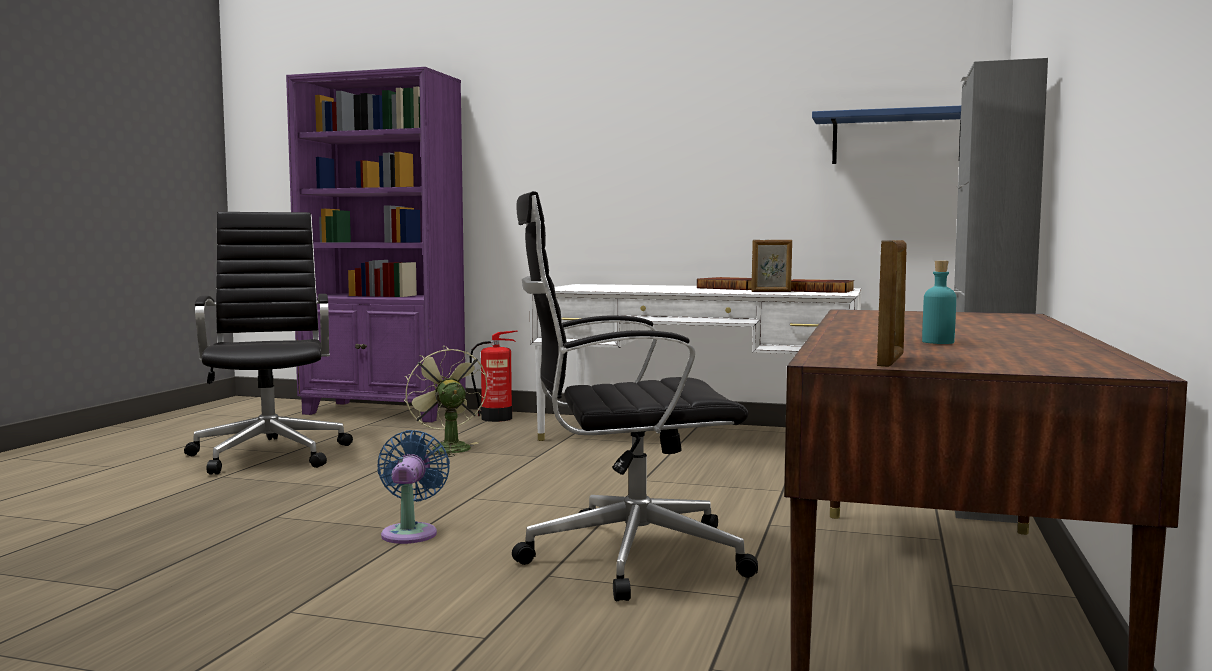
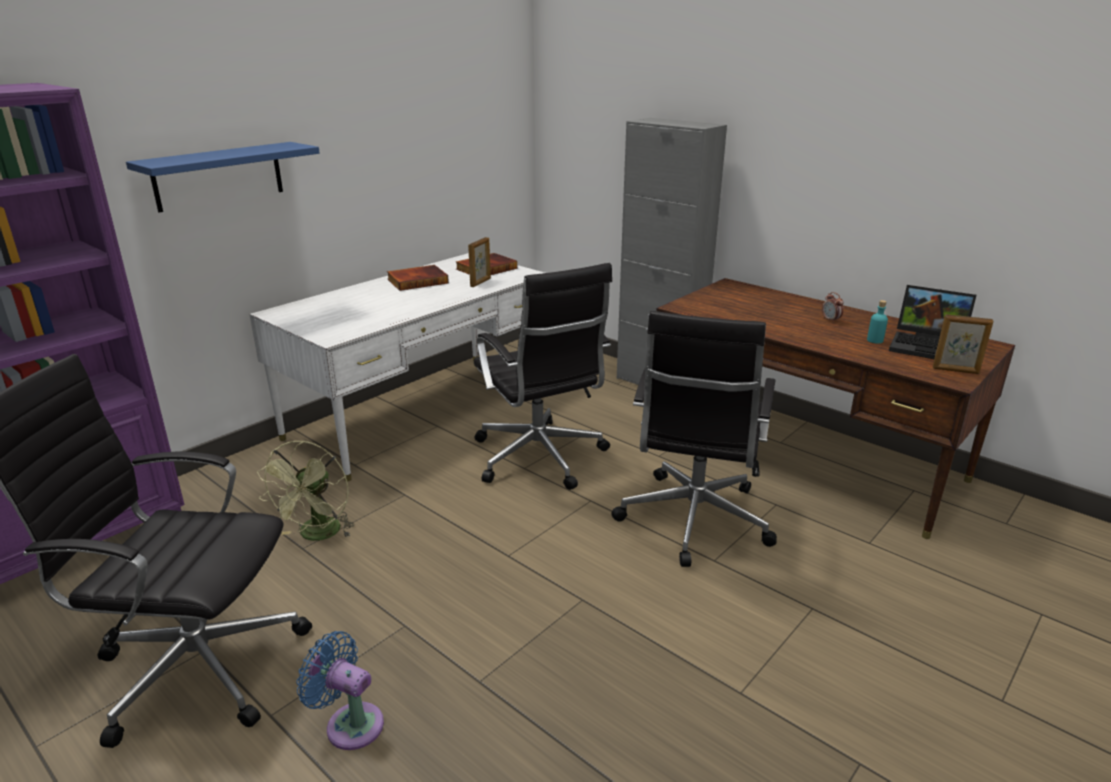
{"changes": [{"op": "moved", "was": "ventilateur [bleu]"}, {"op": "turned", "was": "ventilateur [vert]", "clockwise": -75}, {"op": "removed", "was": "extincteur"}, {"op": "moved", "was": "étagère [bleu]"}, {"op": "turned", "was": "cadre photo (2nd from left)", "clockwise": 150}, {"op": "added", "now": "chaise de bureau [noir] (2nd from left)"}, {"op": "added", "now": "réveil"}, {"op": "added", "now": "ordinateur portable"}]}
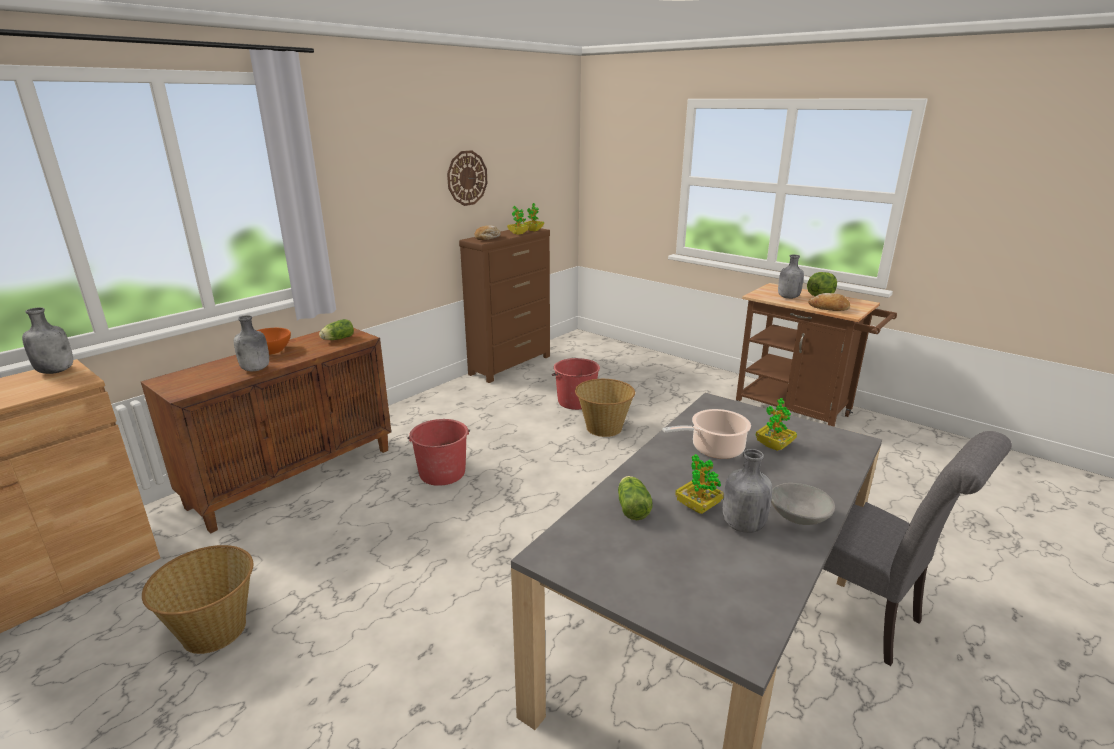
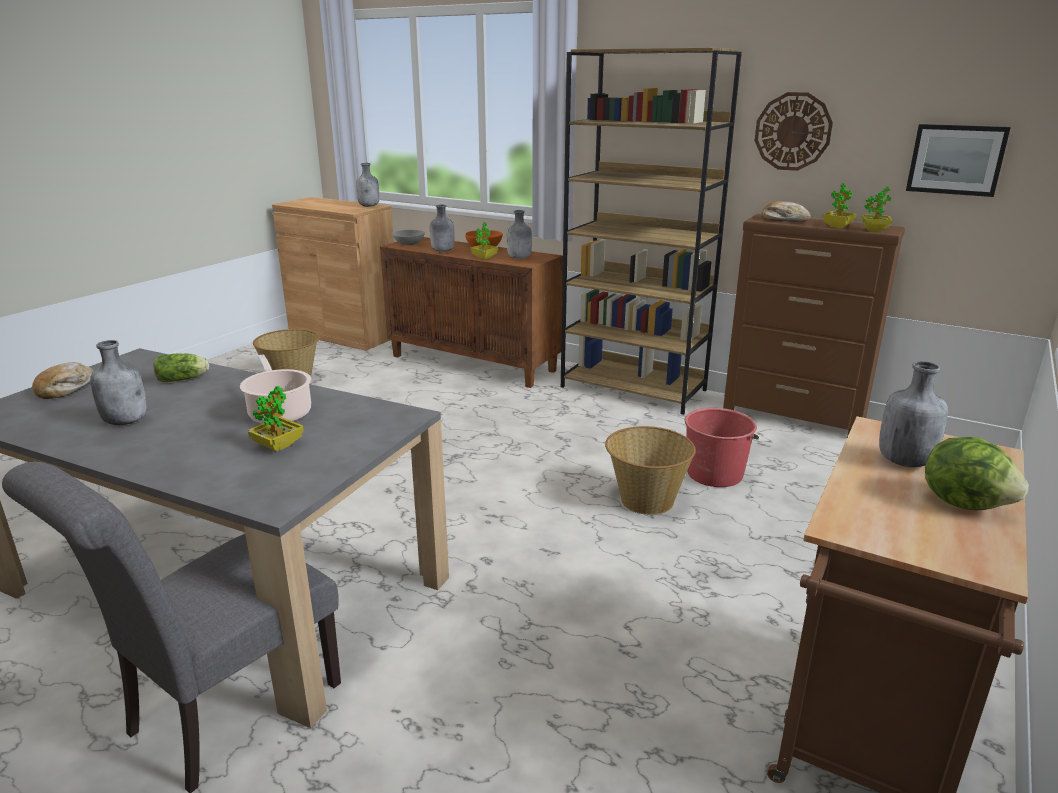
{"changes": [{"op": "replaced", "was": "laitue (1st from left)", "now": "bouteille [gris] (4th from left)"}, {"op": "removed", "was": "seau [rouge] (1st from left)"}, {"op": "moved", "was": "plante en pot (3rd from left in the first image)", "now": "plante en pot (2nd from left)"}, {"op": "moved", "was": "bol [gris]"}, {"op": "moved", "was": "pain (2nd from left in the first image)", "now": "pain (1st from left)"}, {"op": "added", "now": "bibliothèque [marron]"}, {"op": "added", "now": "tableau"}]}
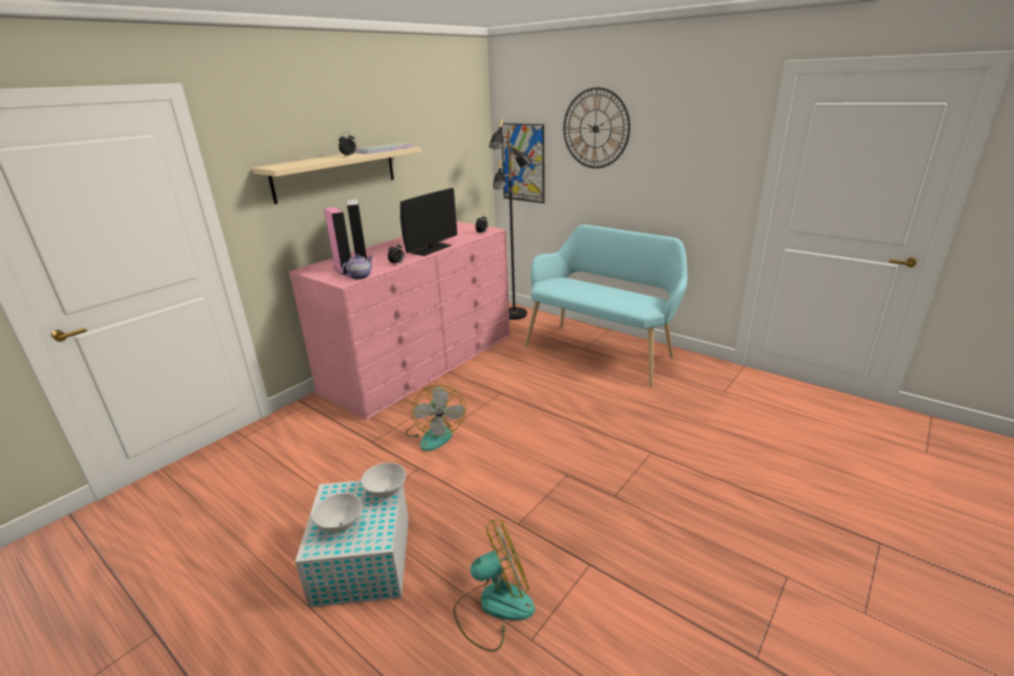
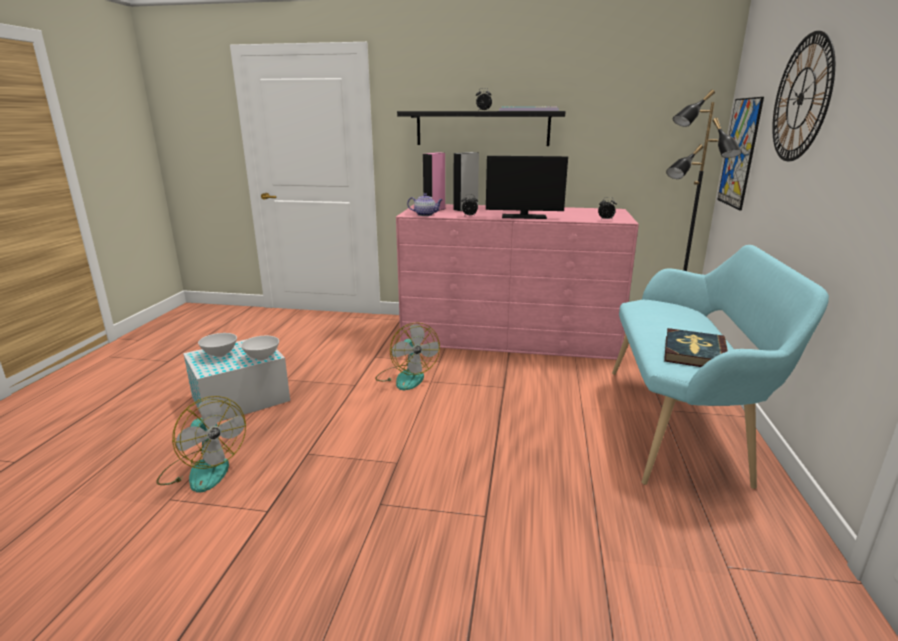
{"changes": [{"op": "recoloured", "was": "étagère [beige]", "now": "étagère [noir]"}, {"op": "turned", "was": "ventilateur (1st from left in the first image)", "clockwise": -75}, {"op": "added", "now": "livre"}]}
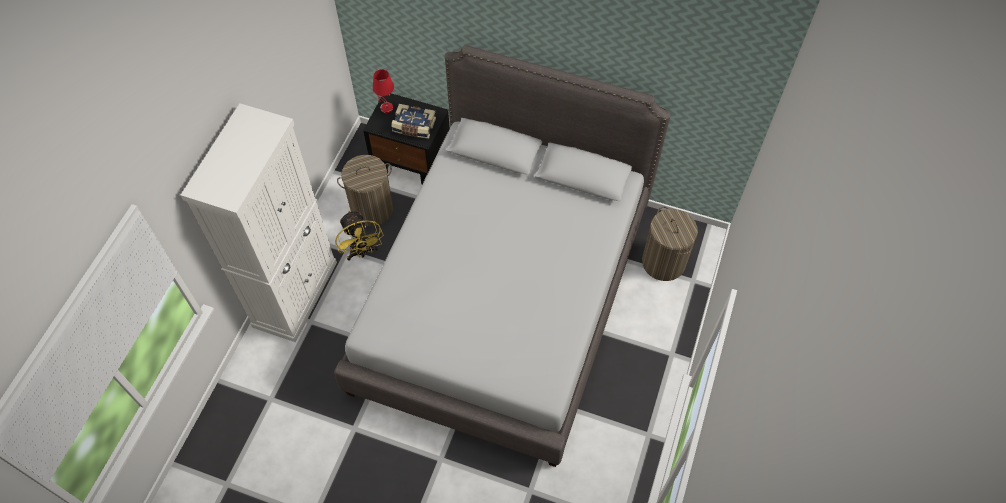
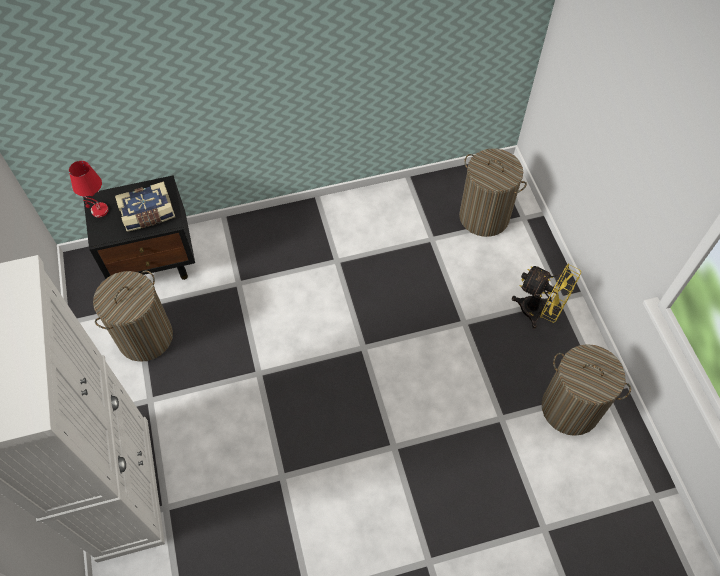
{"changes": [{"op": "removed", "was": "lit [gris]"}, {"op": "moved", "was": "ventilateur [jaune]"}, {"op": "added", "now": "panier à linge (3rd from left)"}]}
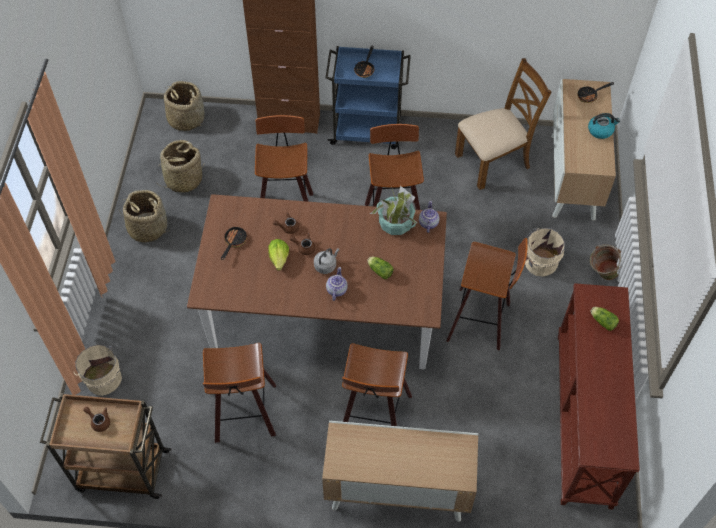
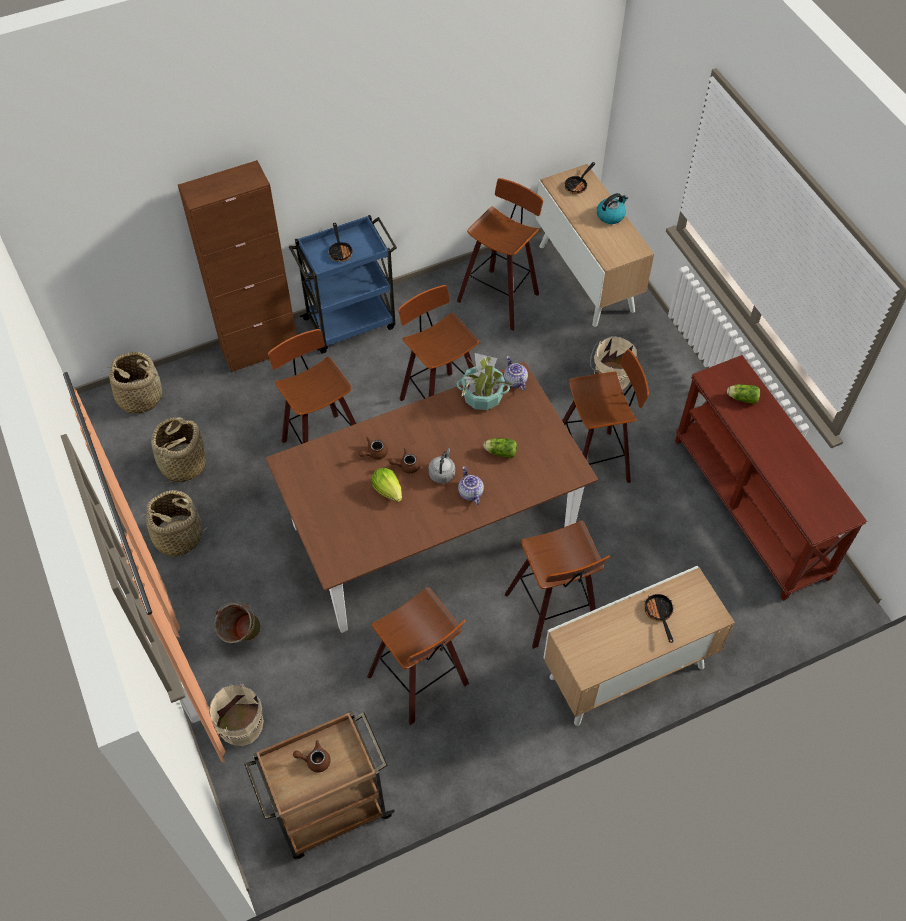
{"changes": [{"op": "moved", "was": "poêle (1st from left in the first image)", "now": "poêle (3rd from left)"}, {"op": "replaced", "was": "chaise [marron]", "now": "tabouret (4th from left)"}, {"op": "moved", "was": "seau [vert]"}]}
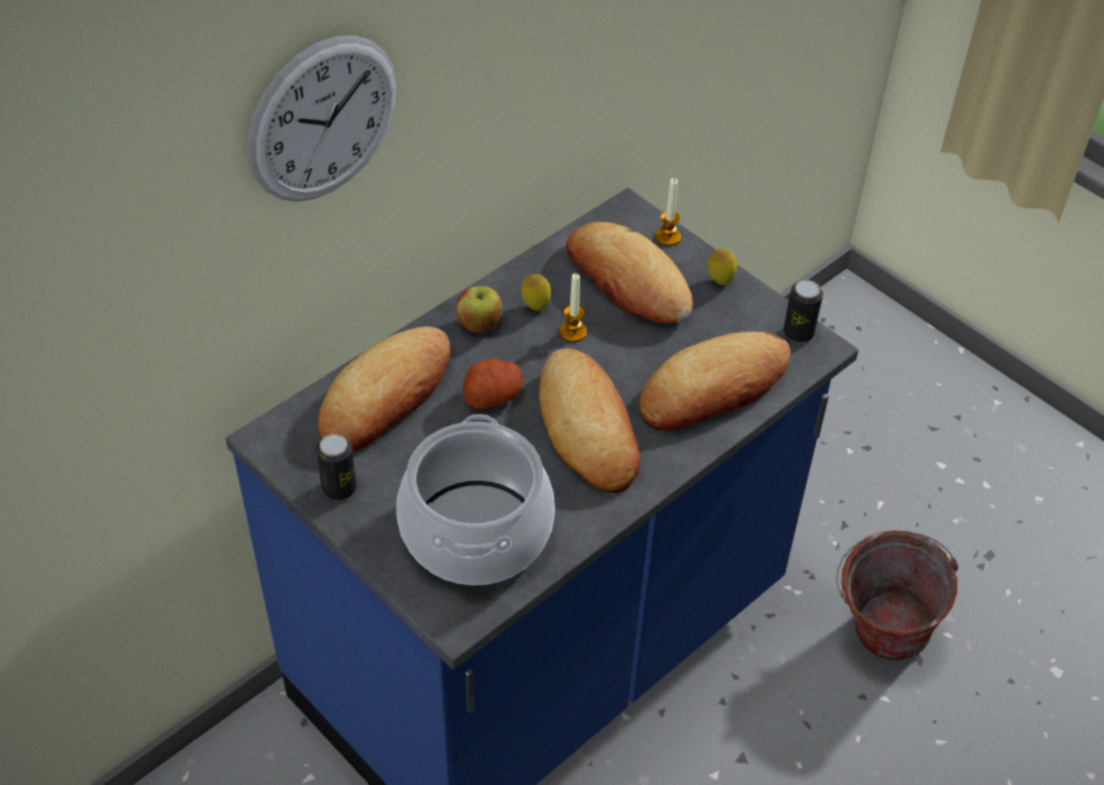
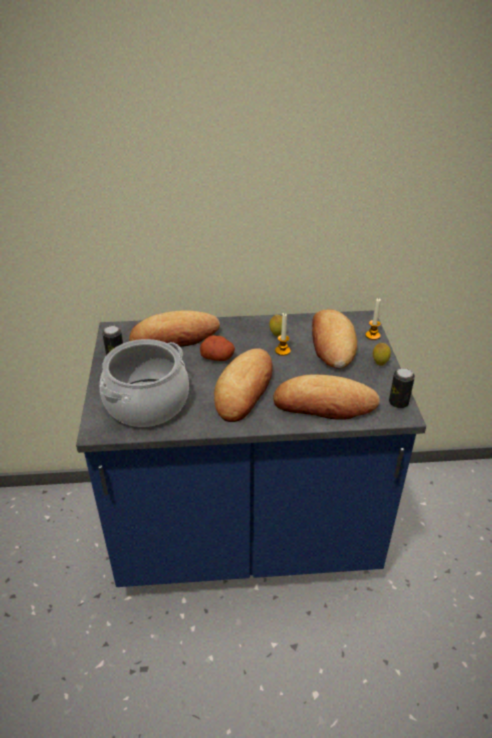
{"changes": [{"op": "removed", "was": "horloge murale"}, {"op": "removed", "was": "pomme"}, {"op": "removed", "was": "seau"}]}
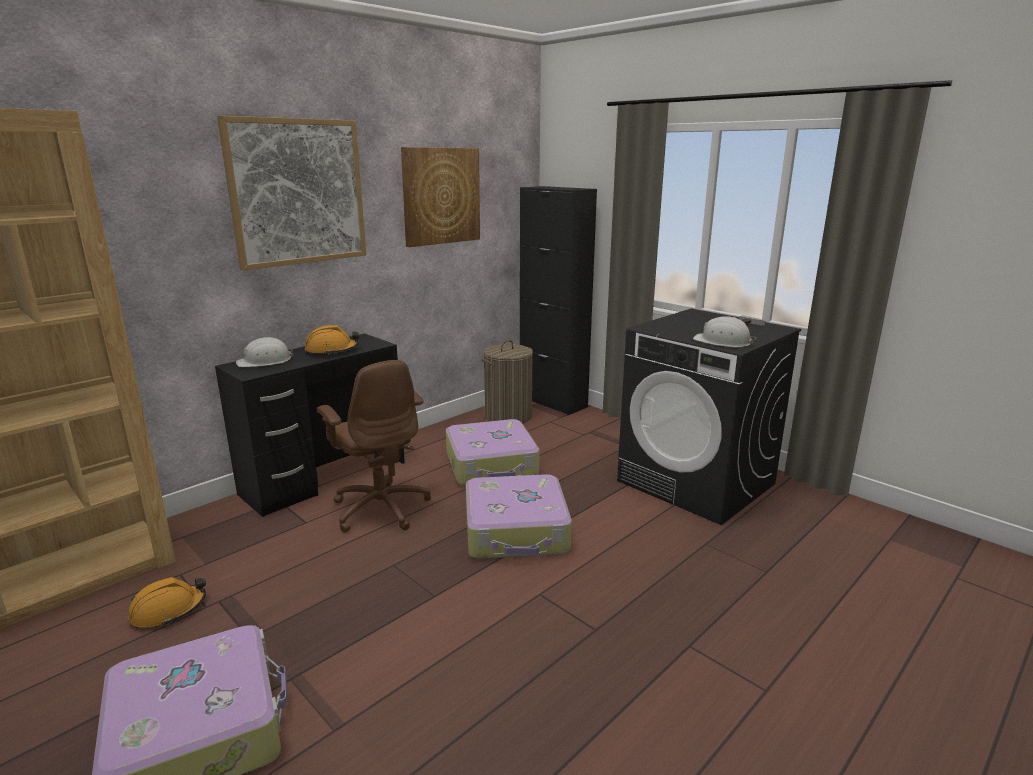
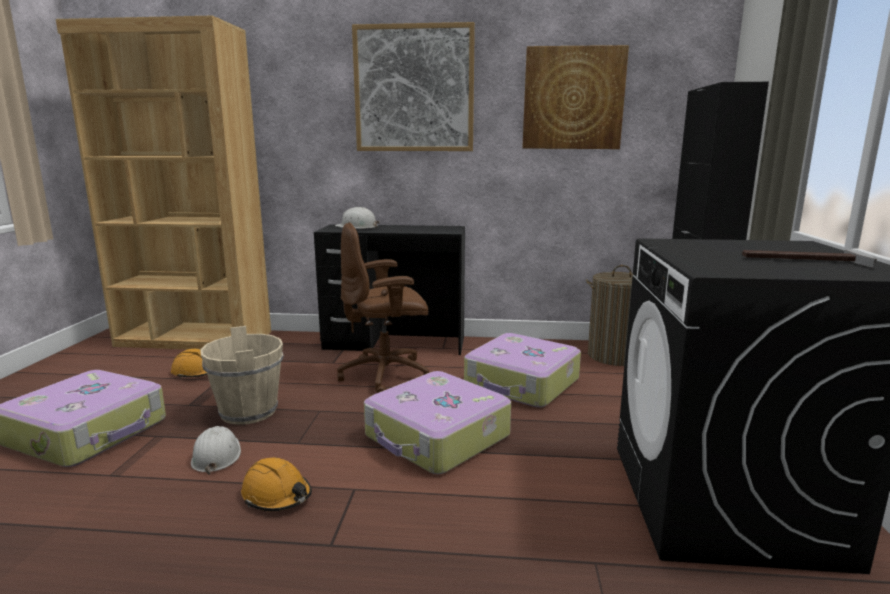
{"changes": [{"op": "moved", "was": "casque de chantier [orange] (2nd from left)"}, {"op": "turned", "was": "chaise de bureau [marron]", "clockwise": 60}, {"op": "moved", "was": "casque de chantier [blanc] (2nd from left in the first image)", "now": "casque de chantier [blanc] (1st from left)"}, {"op": "added", "now": "seau [beige]"}]}
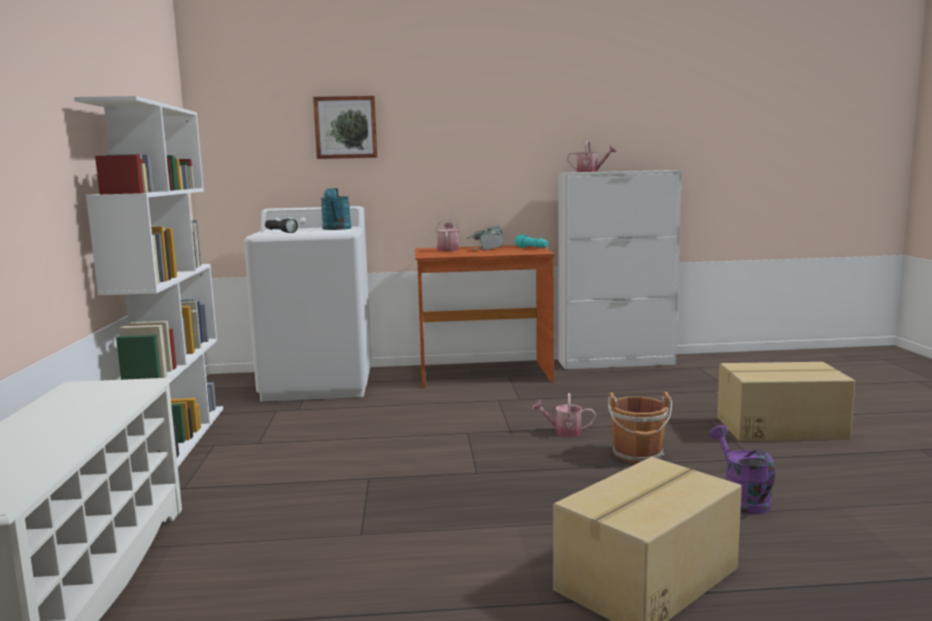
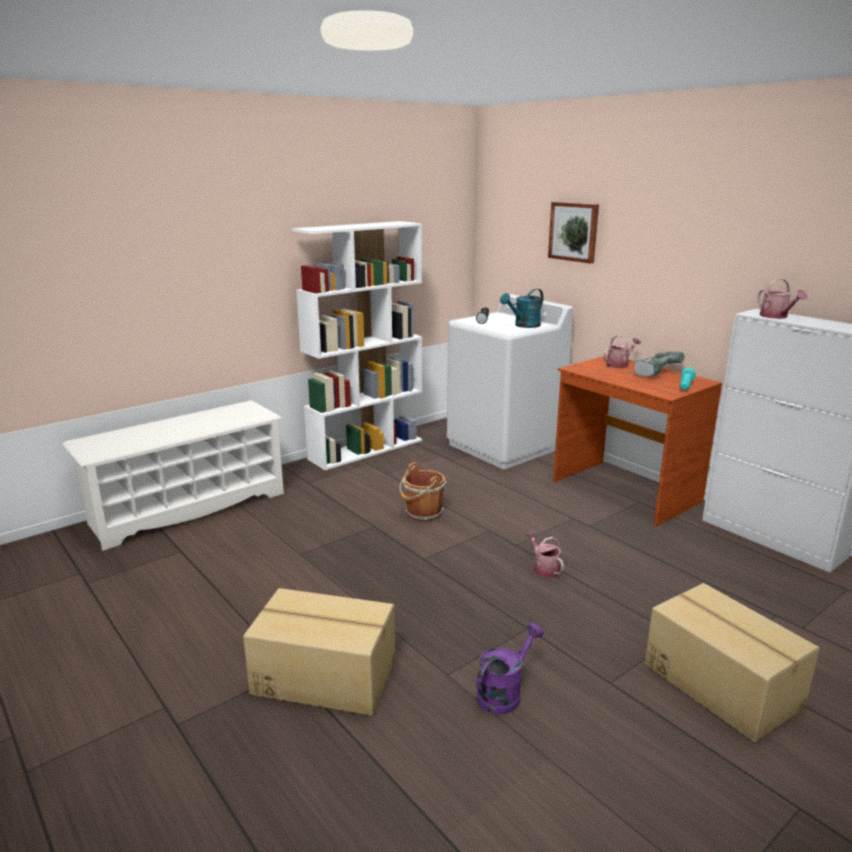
{"changes": [{"op": "moved", "was": "seau [marron]"}]}
